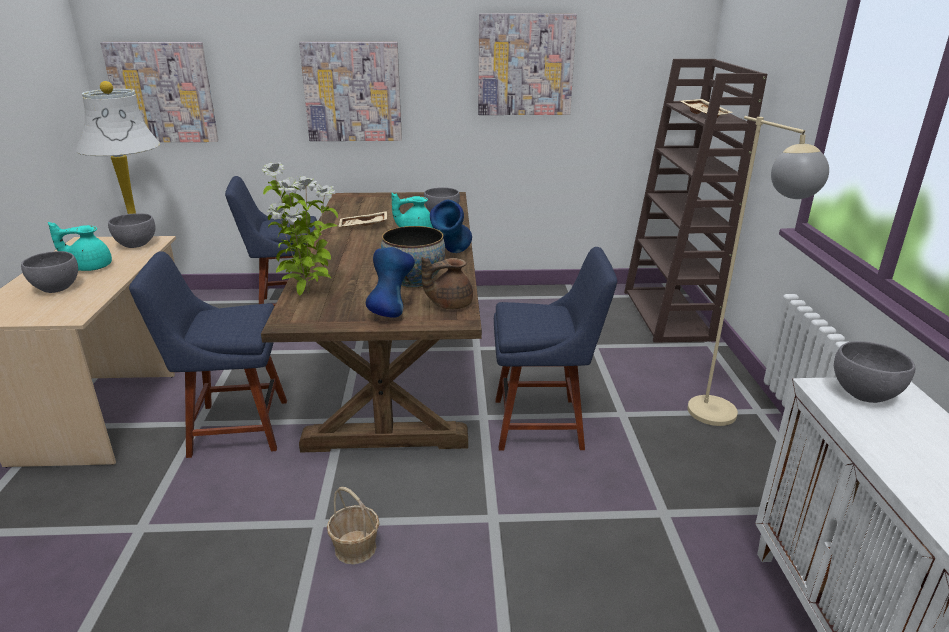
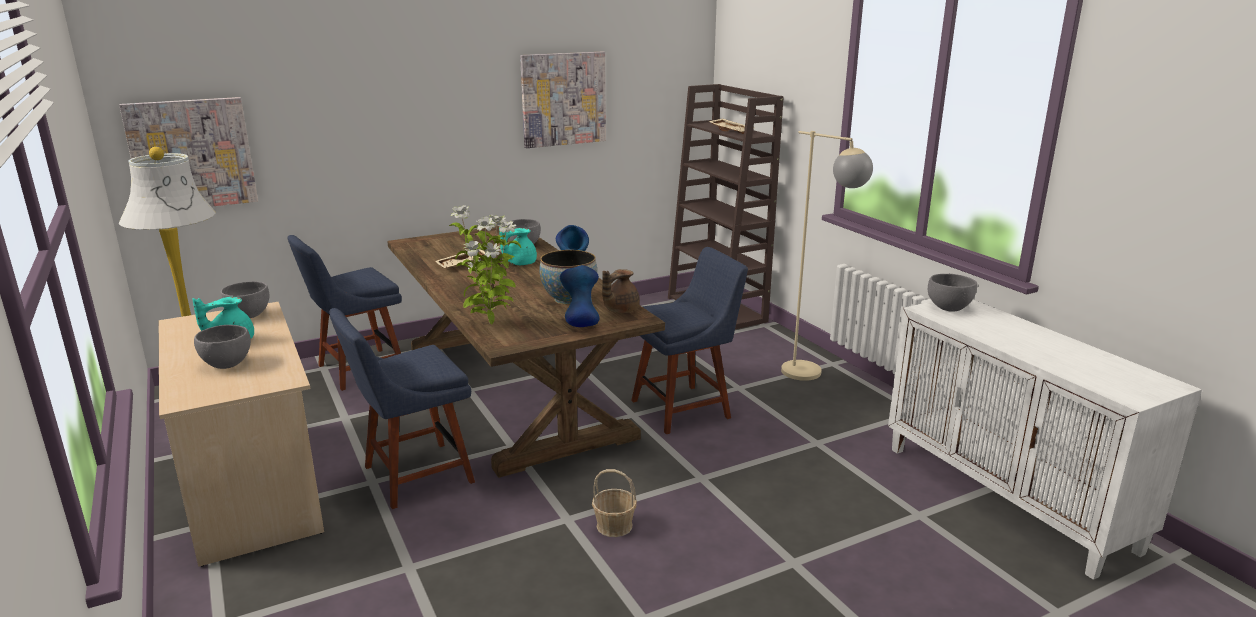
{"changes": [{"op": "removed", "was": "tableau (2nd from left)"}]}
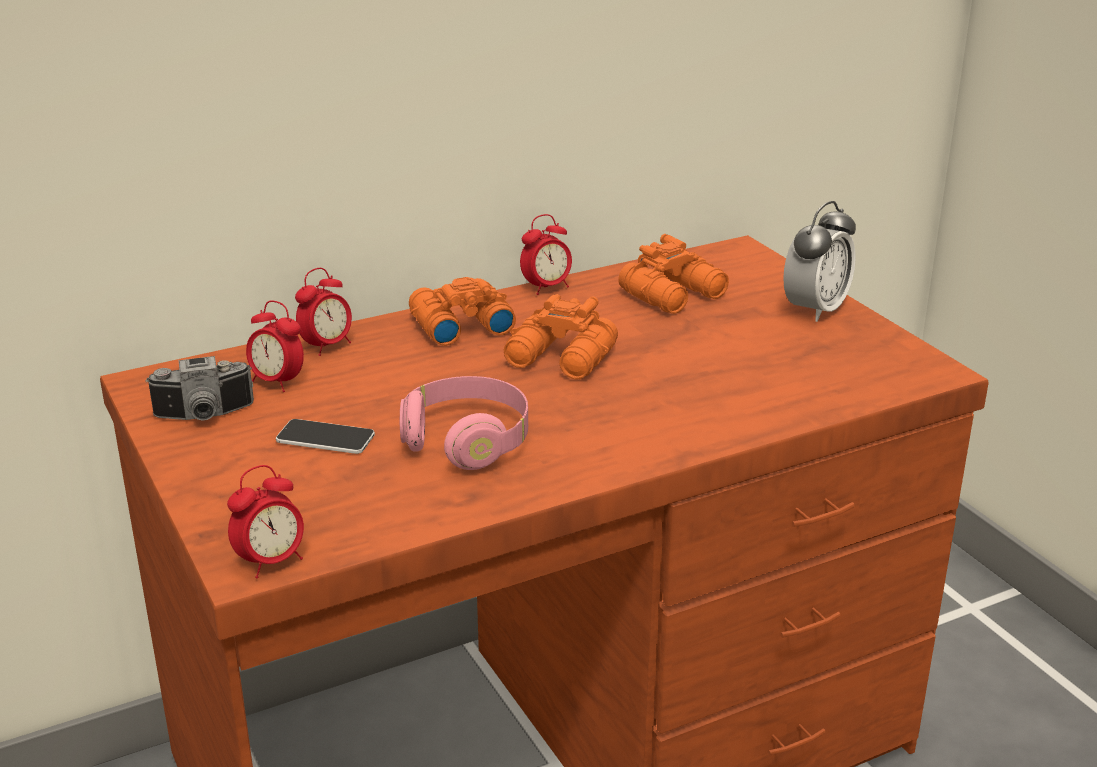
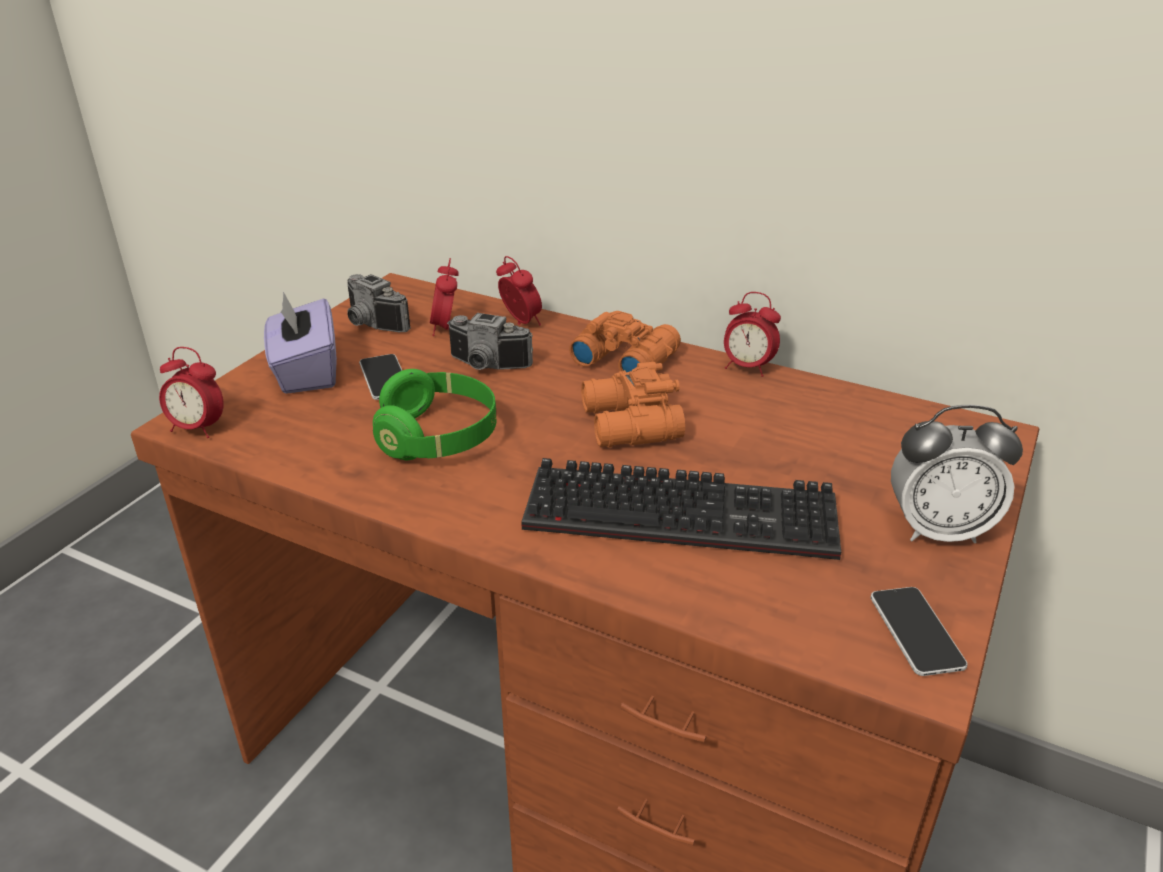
{"changes": [{"op": "turned", "was": "réveil (3rd from left)", "clockwise": -135}, {"op": "recoloured", "was": "casque audio [rose]", "now": "casque audio [vert]"}, {"op": "removed", "was": "jumelles [orange] (3rd from left)"}, {"op": "added", "now": "boîte à mouchoirs [violet]"}, {"op": "added", "now": "appareil photo (2nd from left)"}, {"op": "added", "now": "clavier"}, {"op": "added", "now": "téléphone (2nd from left)"}]}
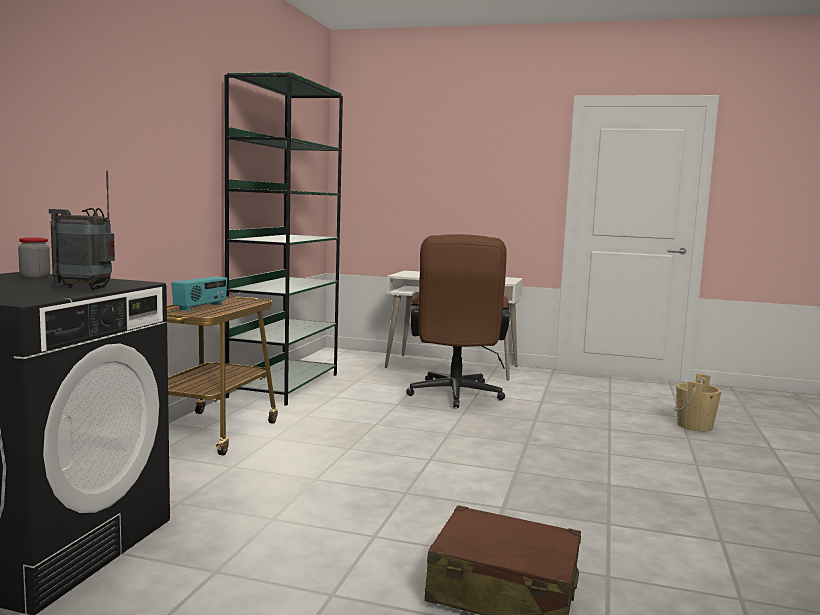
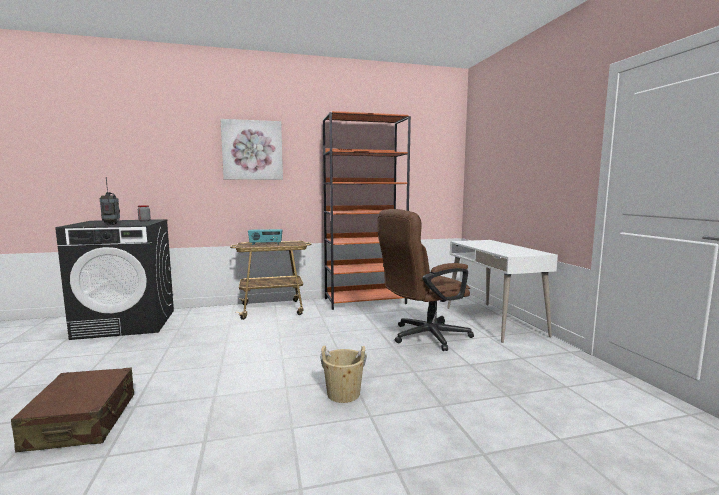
{"changes": [{"op": "recoloured", "was": "bibliothèque [vert]", "now": "bibliothèque [orange]"}, {"op": "moved", "was": "seau [beige]"}, {"op": "added", "now": "tableau"}]}
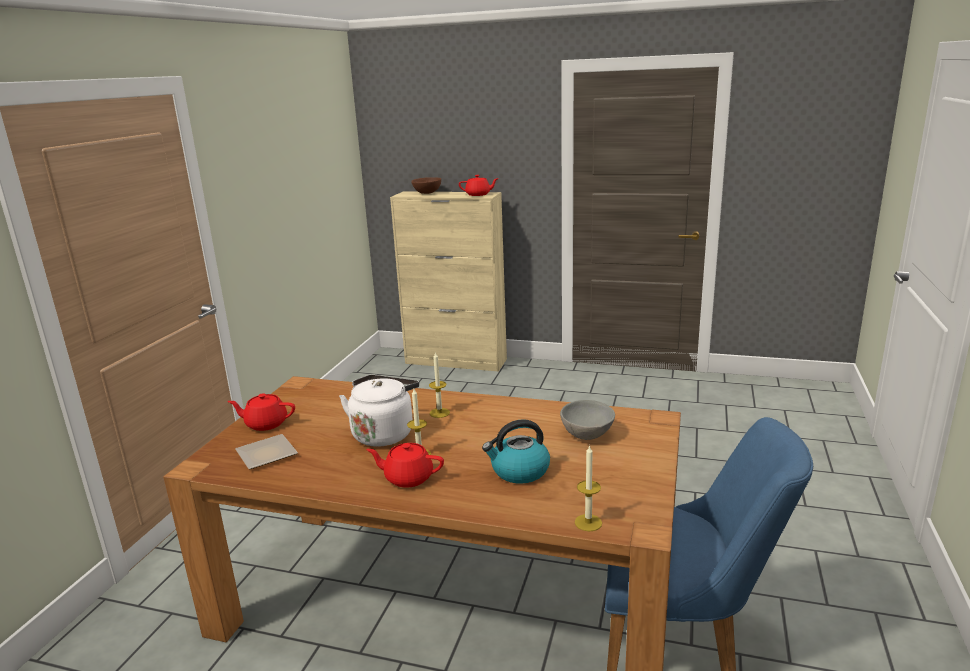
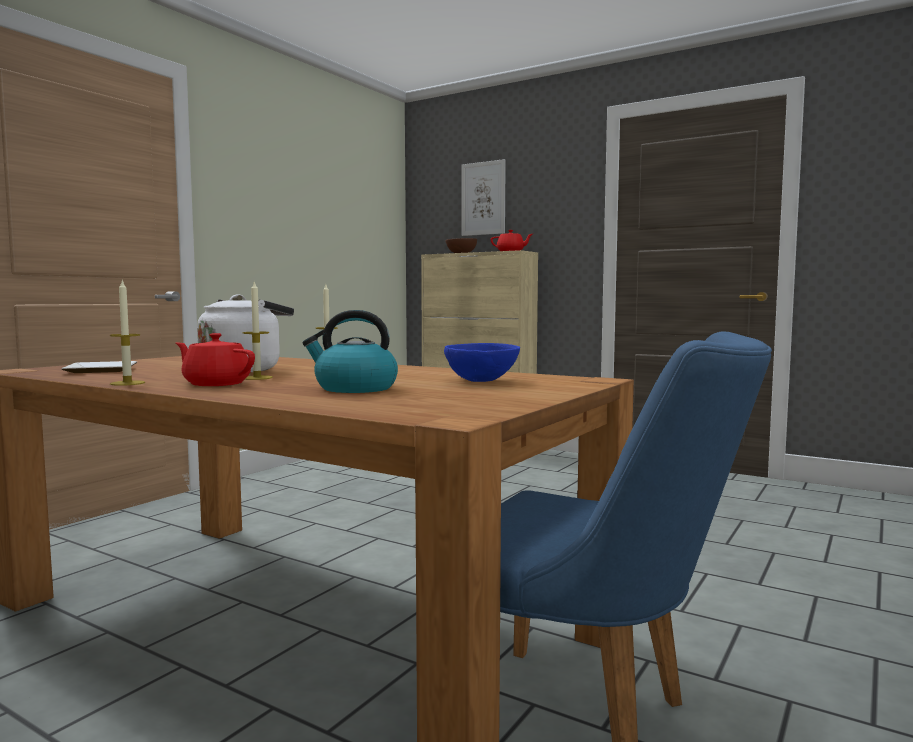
{"changes": [{"op": "removed", "was": "théière [rouge] (1st from left)"}, {"op": "recoloured", "was": "bol [gris]", "now": "bol [bleu]"}, {"op": "moved", "was": "bougie (3rd from left in the first image)", "now": "bougie (1st from left)"}, {"op": "added", "now": "tableau"}]}
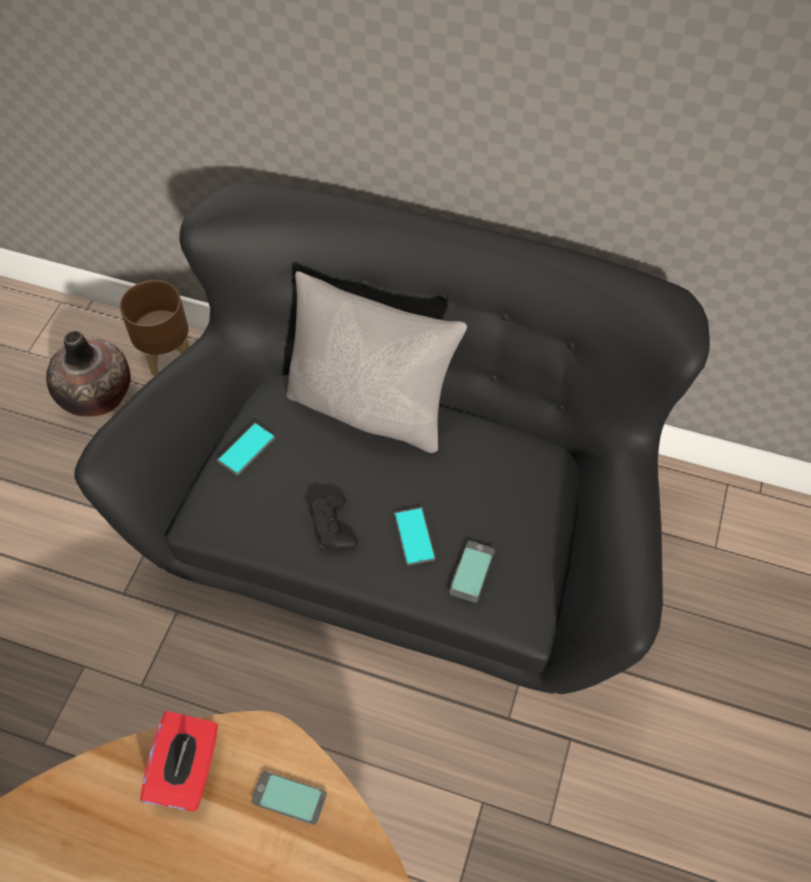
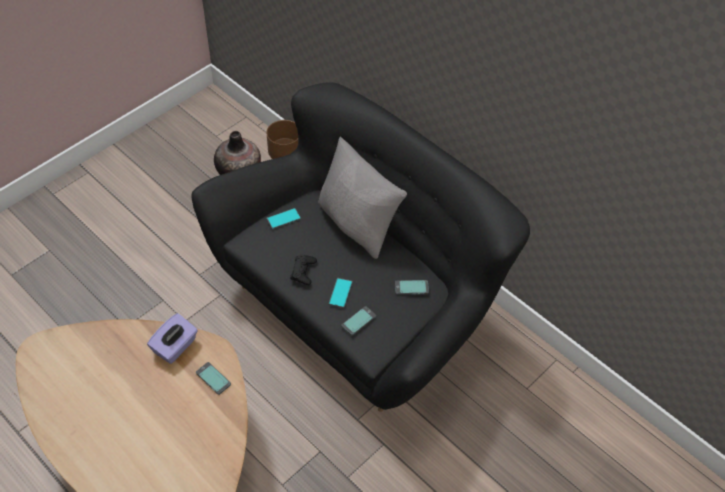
{"changes": [{"op": "recoloured", "was": "boîte à mouchoirs [rouge]", "now": "boîte à mouchoirs [violet]"}, {"op": "added", "now": "téléphone (5th from left)"}]}
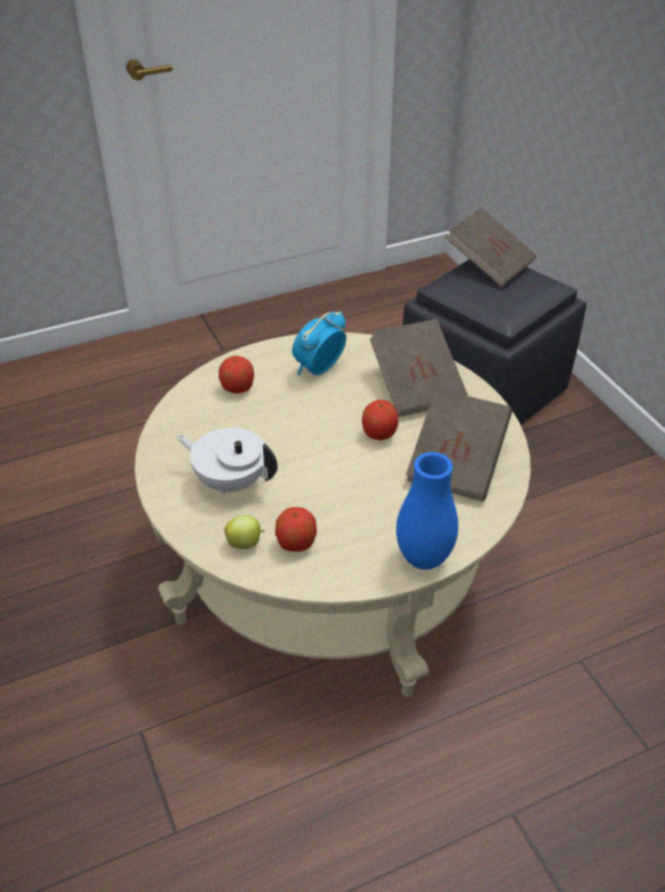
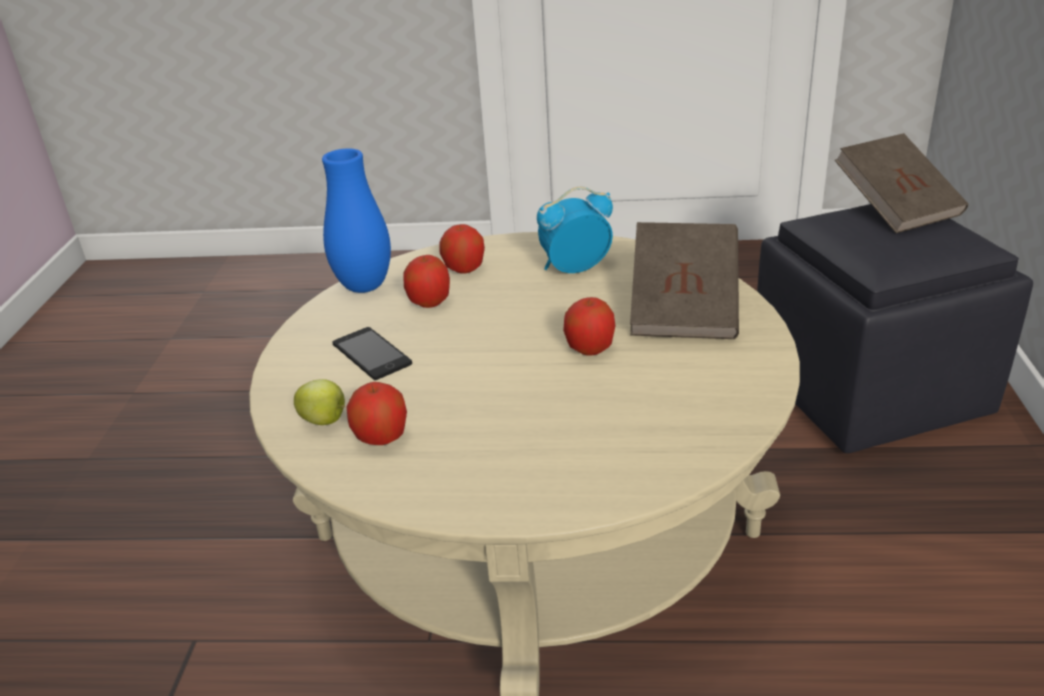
{"changes": [{"op": "replaced", "was": "théière [blanc]", "now": "téléphone"}, {"op": "moved", "was": "vase [bleu]"}, {"op": "removed", "was": "livre [marron] (2nd from left)"}, {"op": "added", "now": "pomme (3rd from left)"}]}
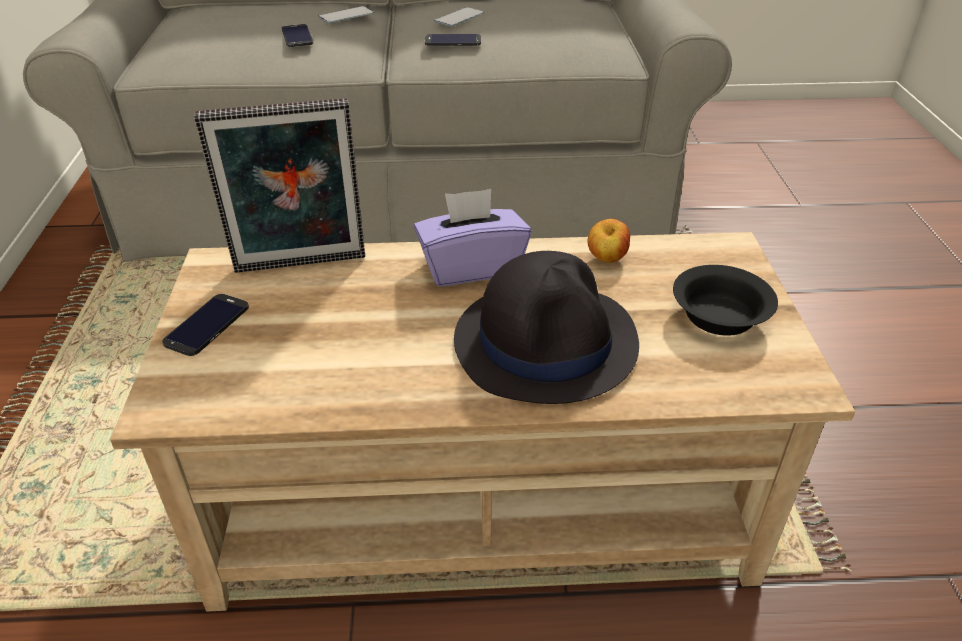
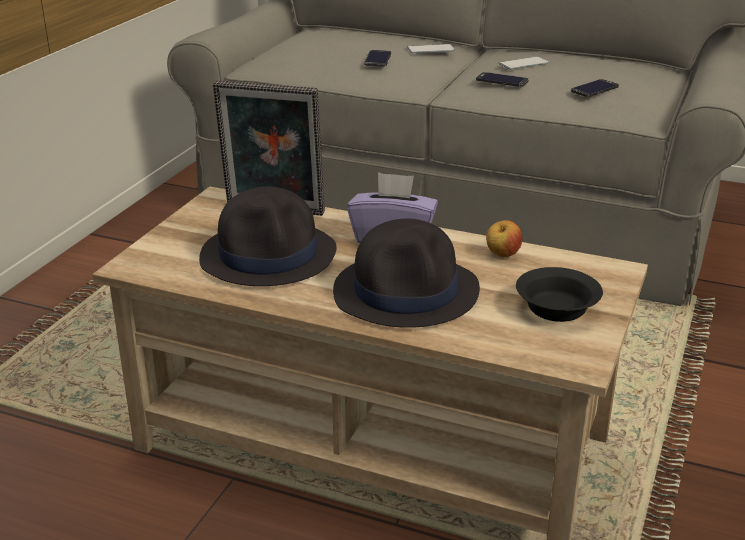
{"changes": [{"op": "moved", "was": "téléphone (1st from left in the first image)", "now": "téléphone (5th from left)"}, {"op": "added", "now": "chapeau [noir] (1st from left)"}]}
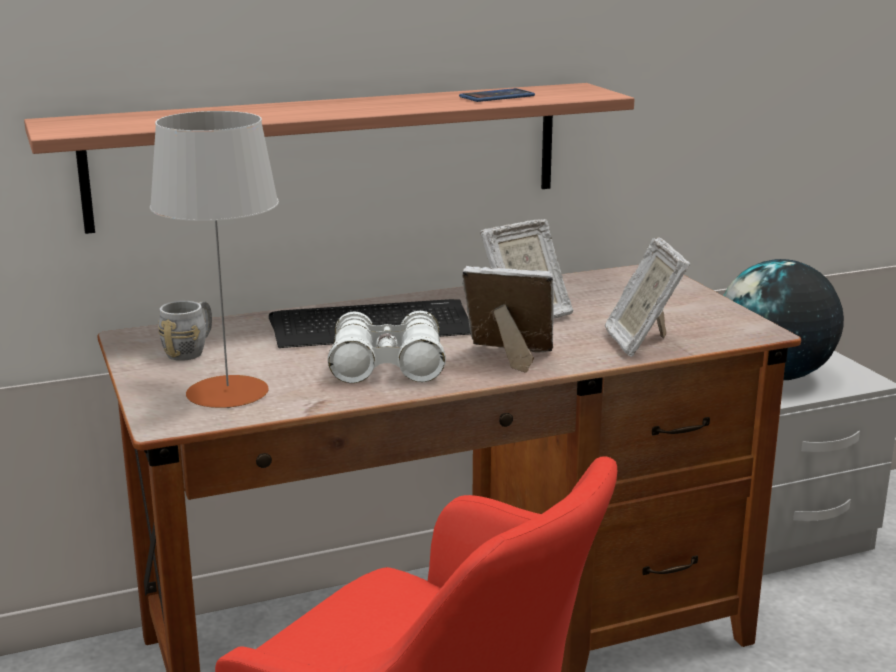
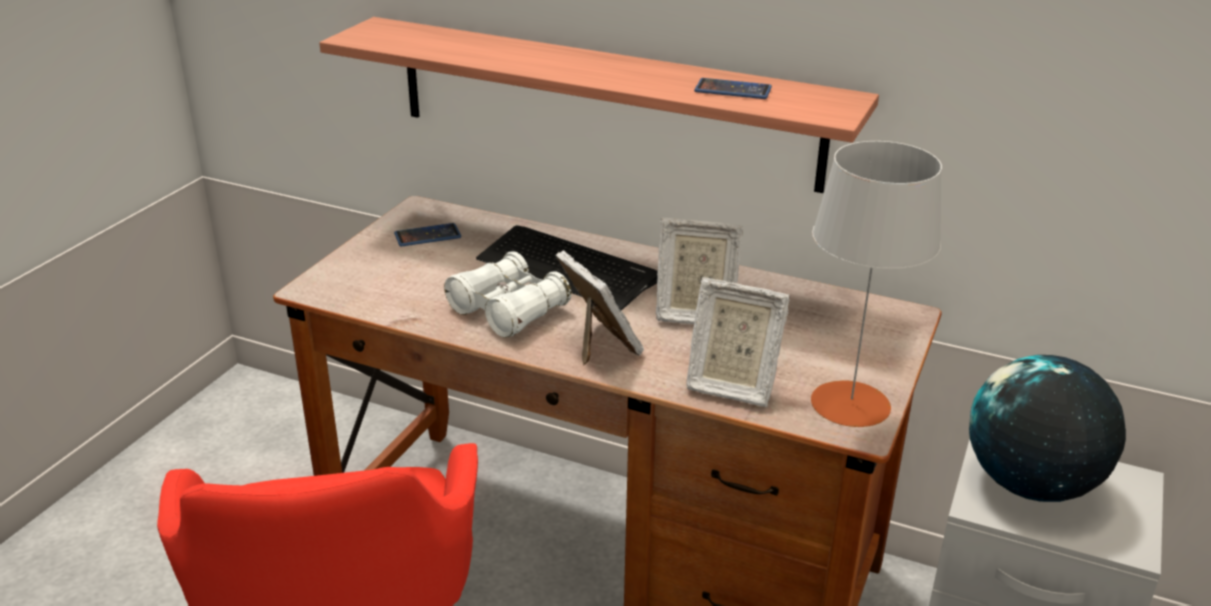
{"changes": [{"op": "moved", "was": "lampe de table [gris]"}, {"op": "replaced", "was": "mug [gris]", "now": "téléphone (1st from left)"}, {"op": "turned", "was": "cadre photo (3rd from left)", "clockwise": -105}]}
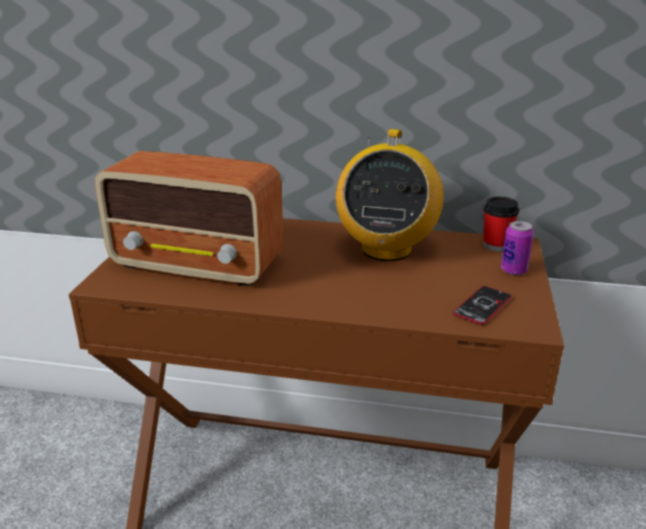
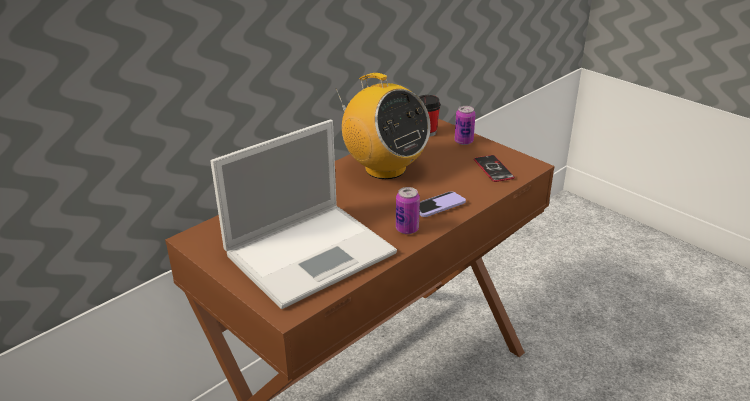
{"changes": [{"op": "replaced", "was": "radio (1st from left)", "now": "ordinateur portable"}, {"op": "added", "now": "boîte métallique (1st from left)"}, {"op": "added", "now": "téléphone (1st from left)"}]}
